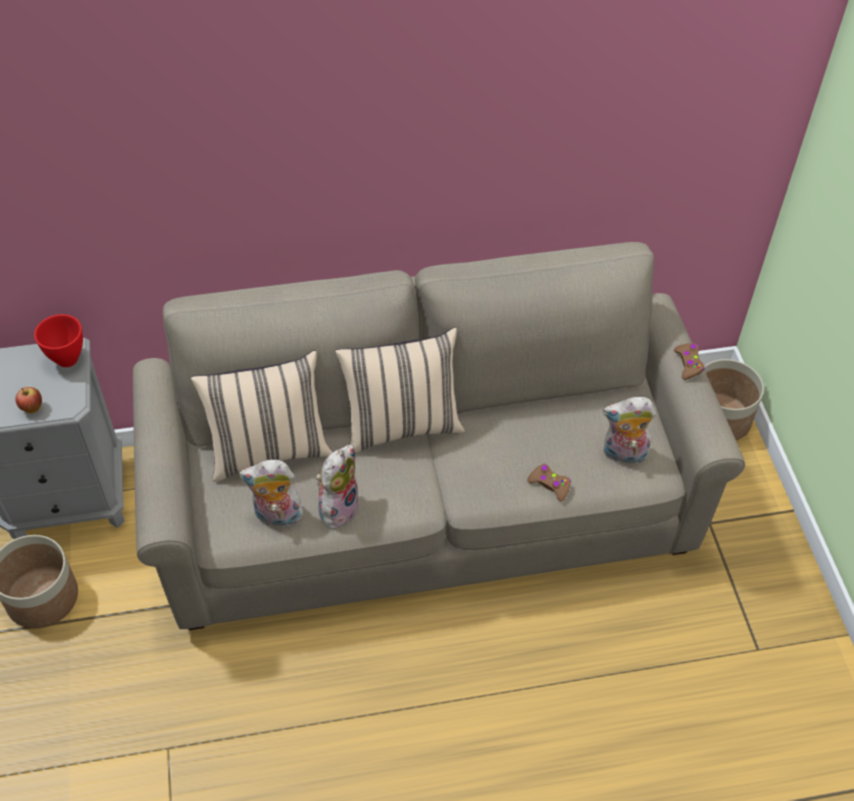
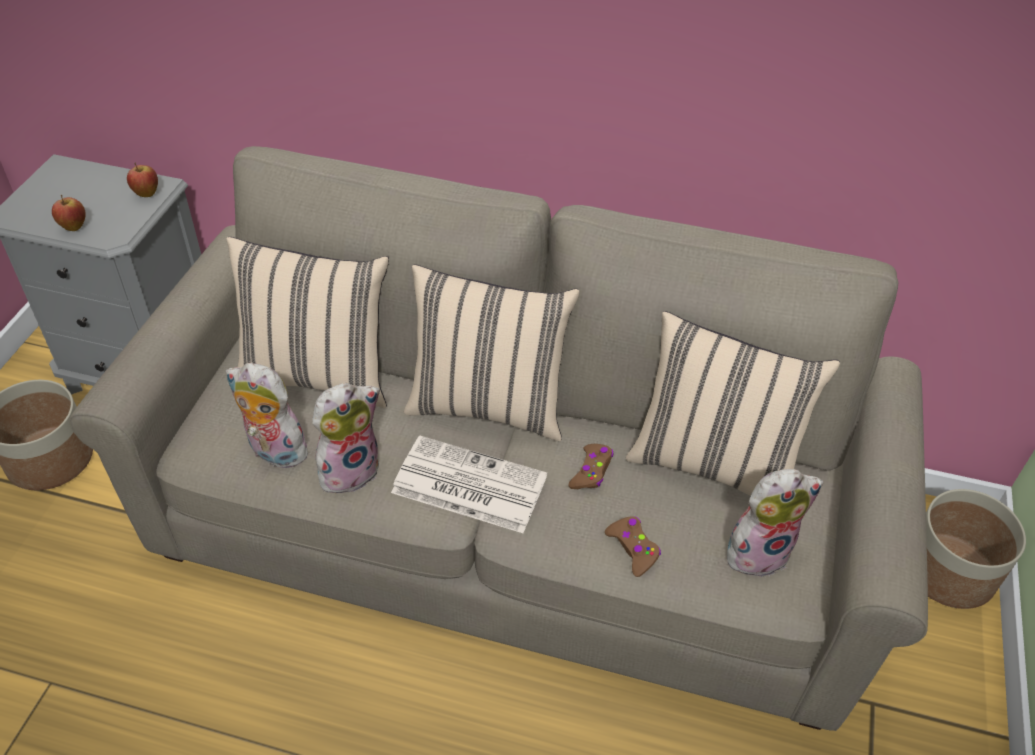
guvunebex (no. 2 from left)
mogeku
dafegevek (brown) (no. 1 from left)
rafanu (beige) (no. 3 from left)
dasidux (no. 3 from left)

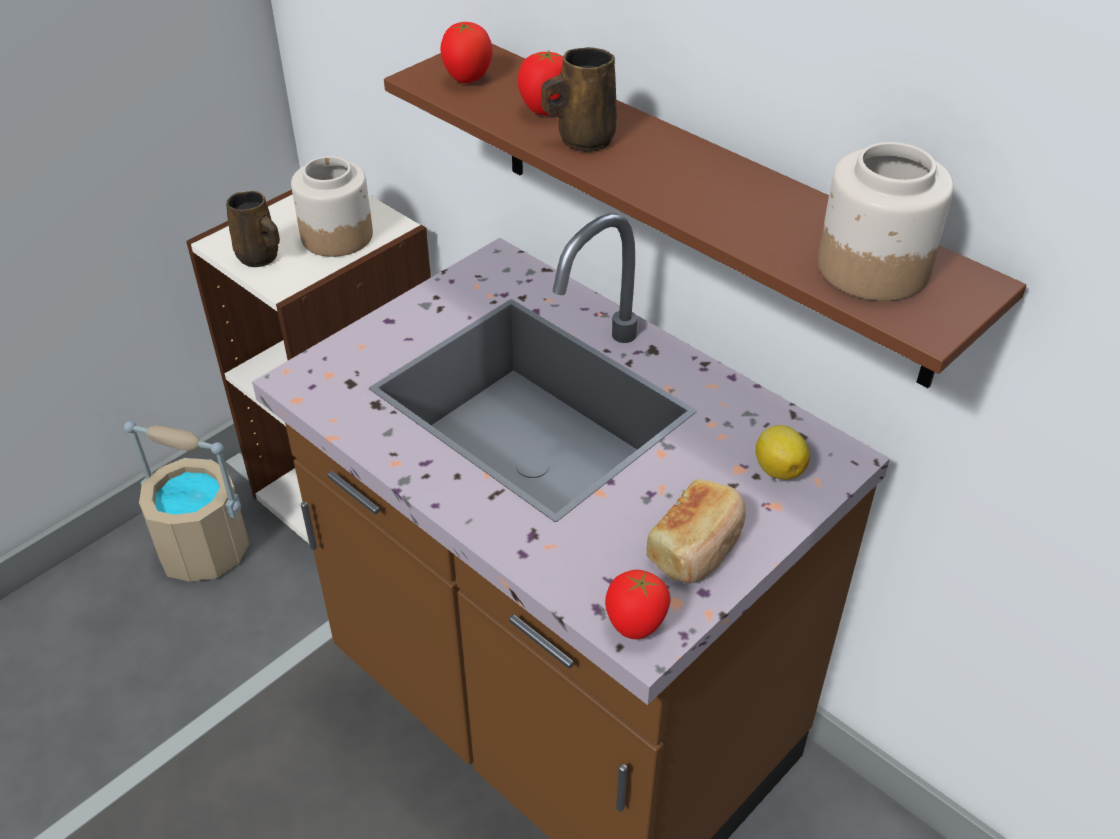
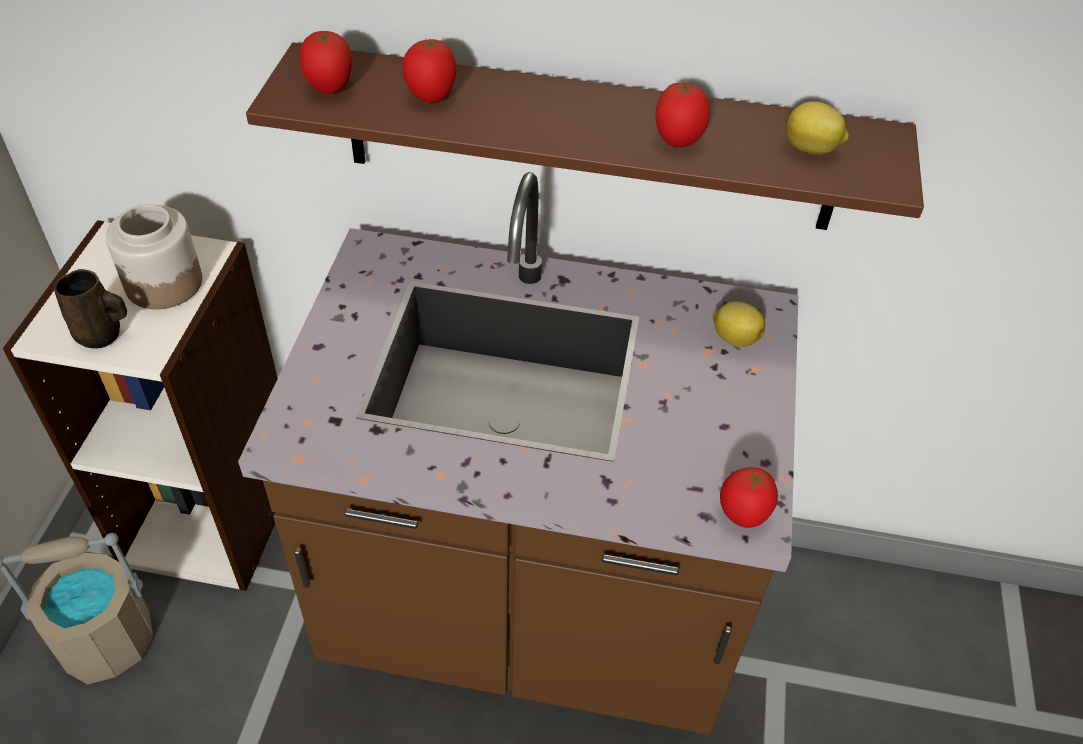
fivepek (no. 3 from left)
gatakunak (no. 2 from left)
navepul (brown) (no. 2 from left in the first image)
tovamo

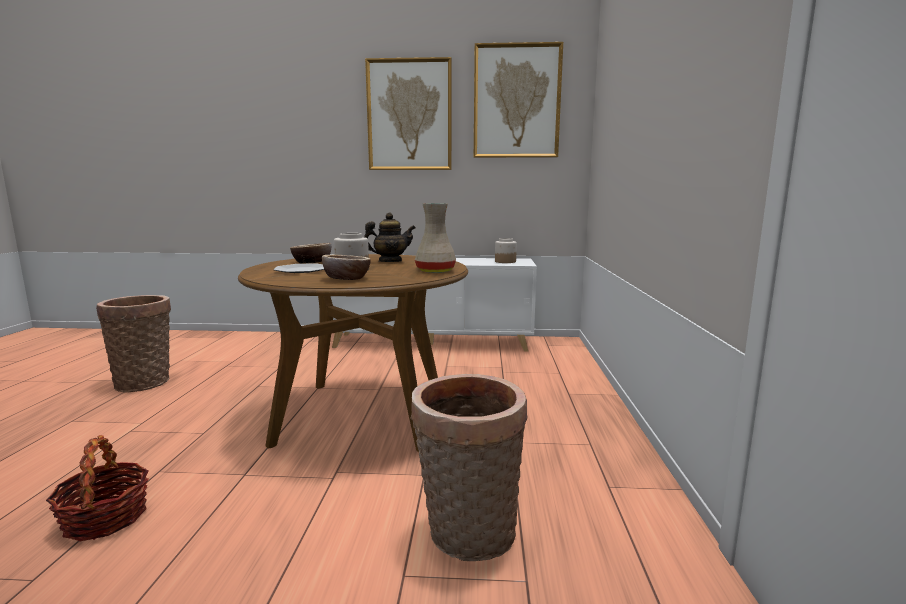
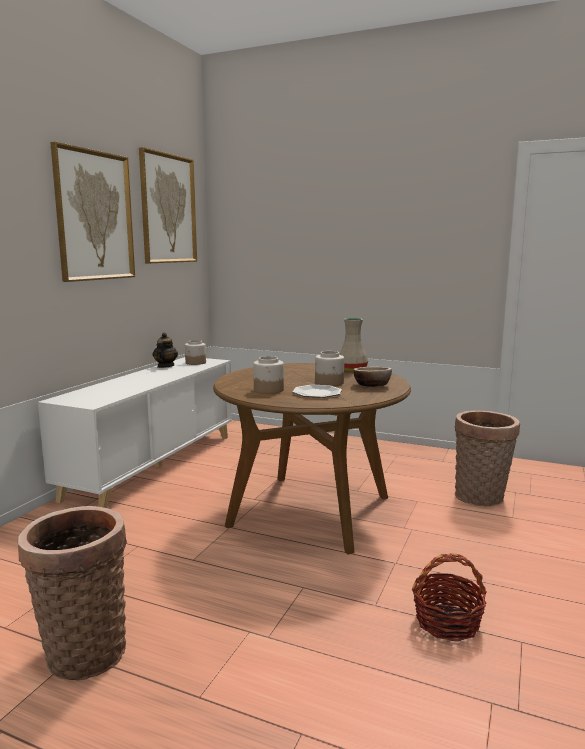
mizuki
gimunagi (no. 2 from left)

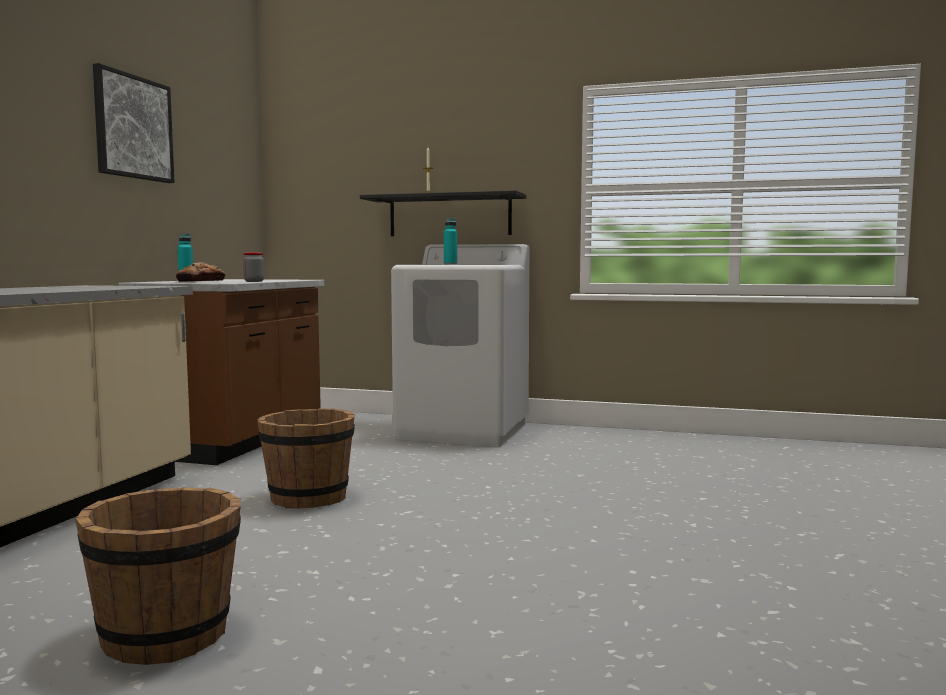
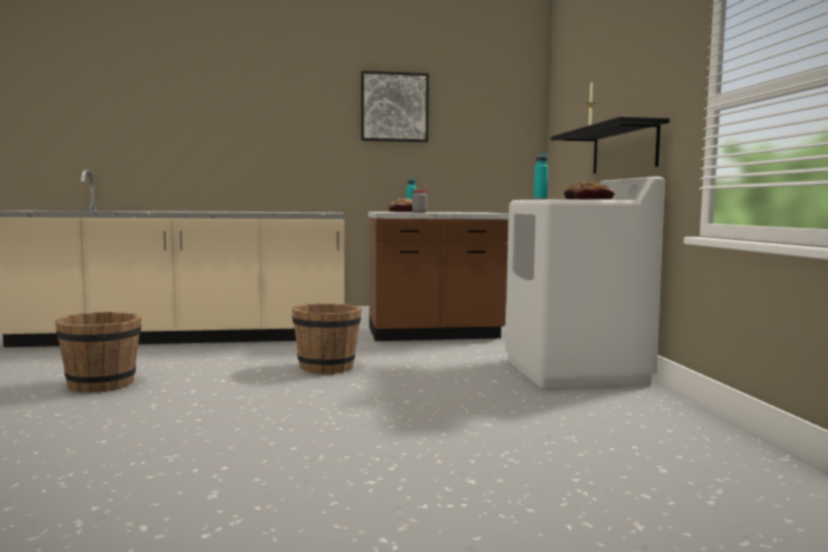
tovamo (no. 2 from left)

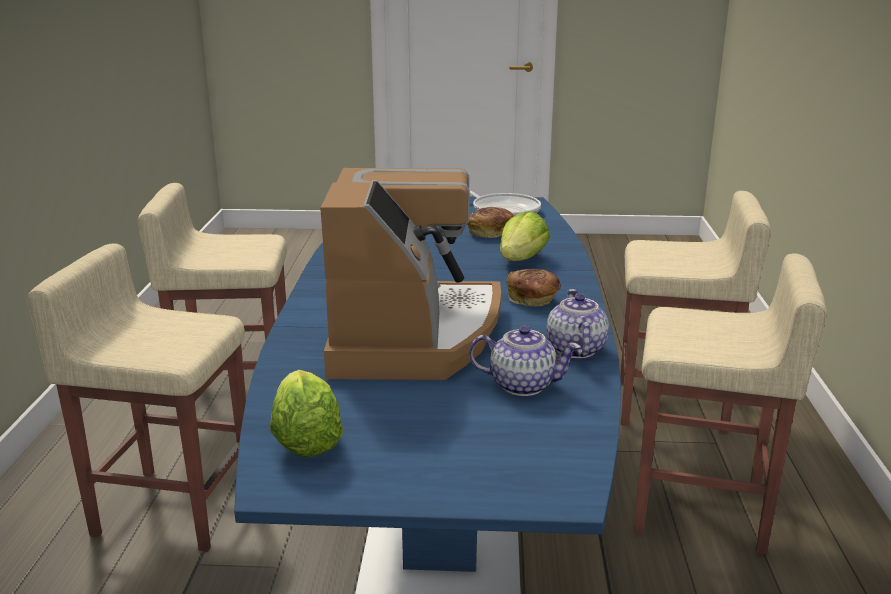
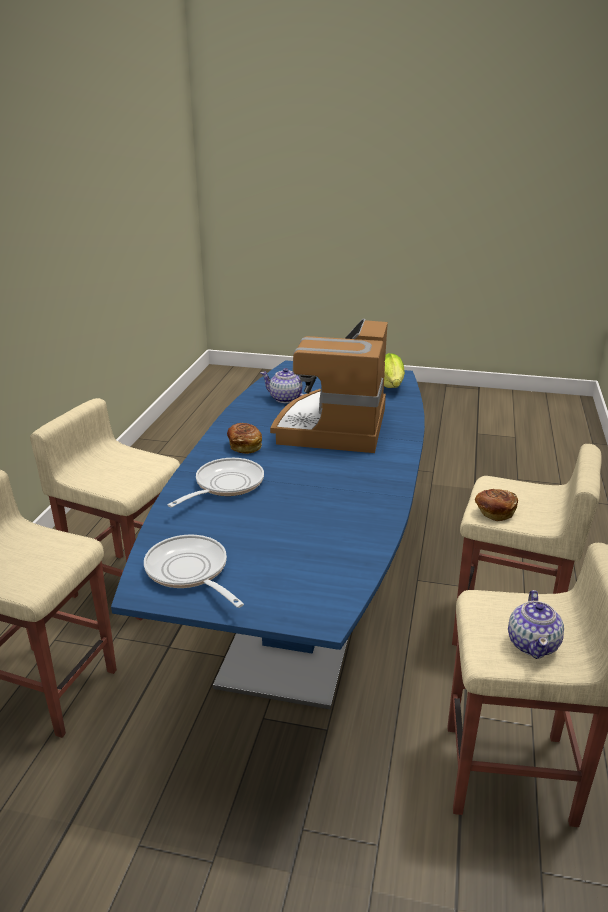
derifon (no. 2 from left)
tovamo (no. 2 from left)
mizuki (no. 2 from left)

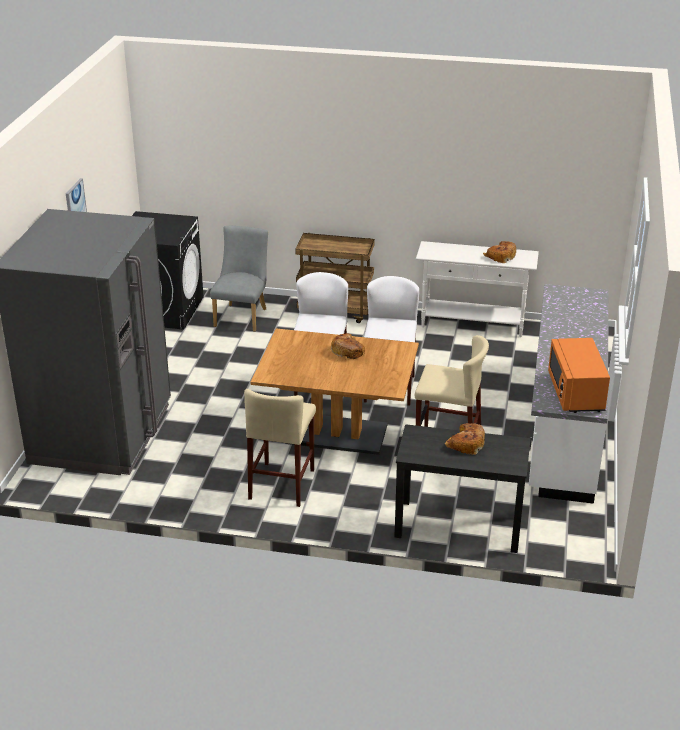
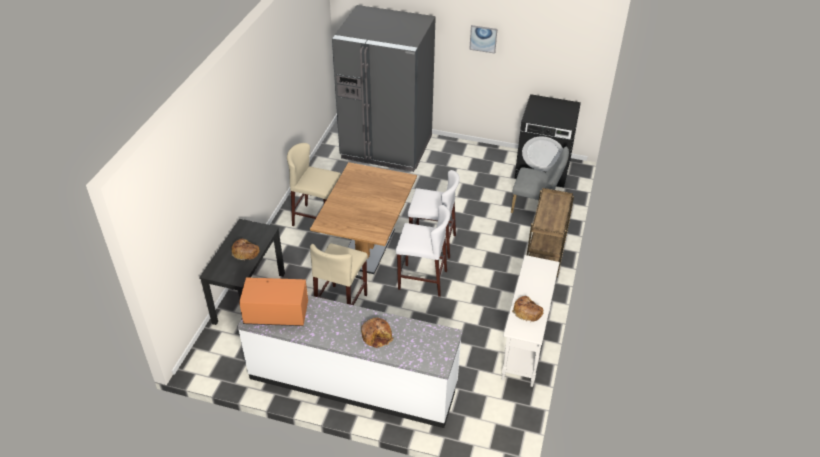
tovamo (no. 2 from left)

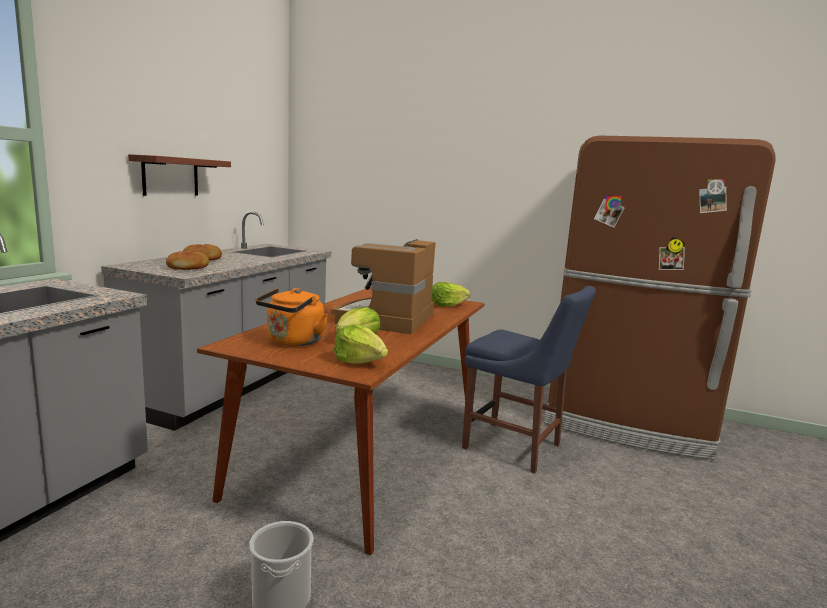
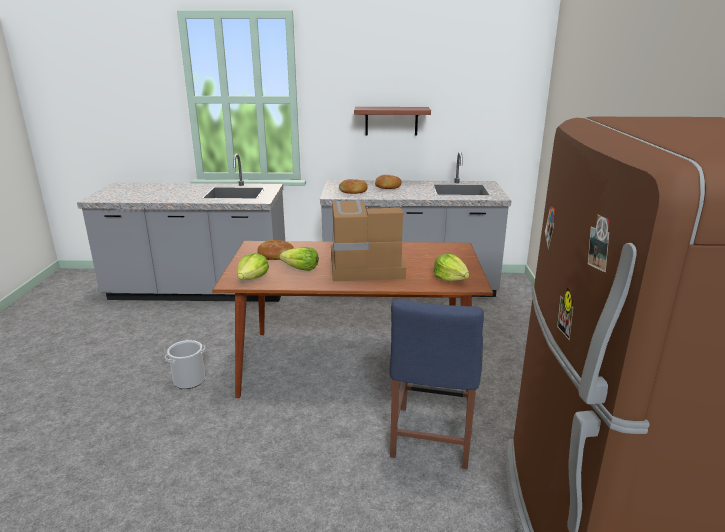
tovamo (no. 1 from left)

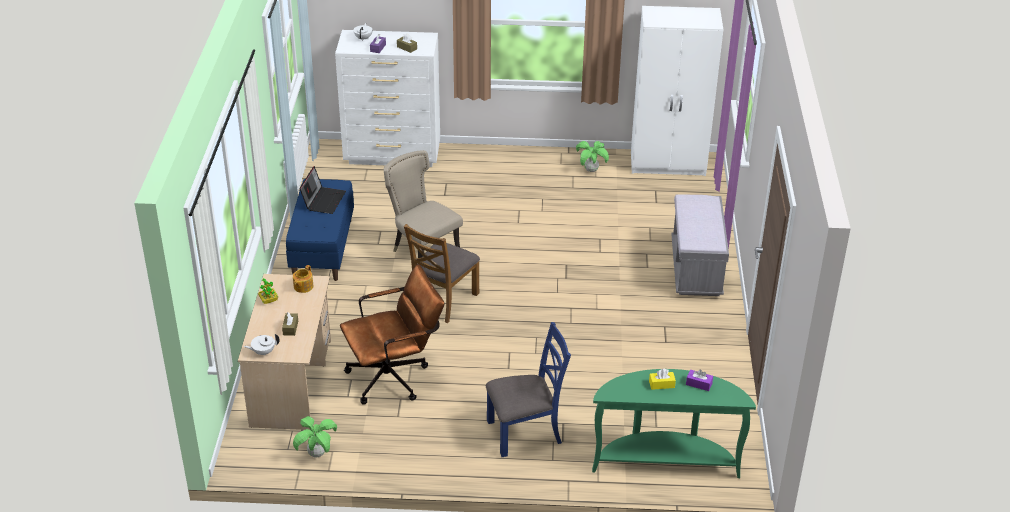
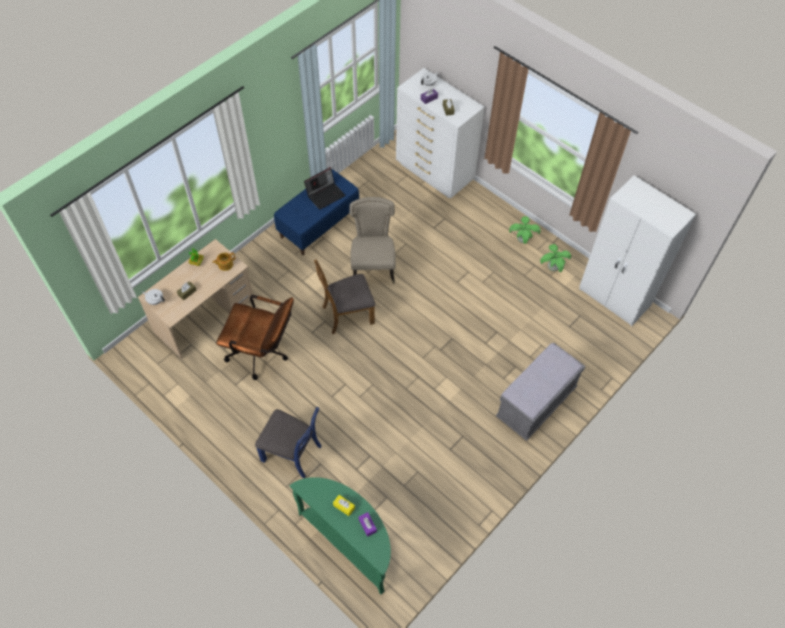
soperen (no. 2 from left)

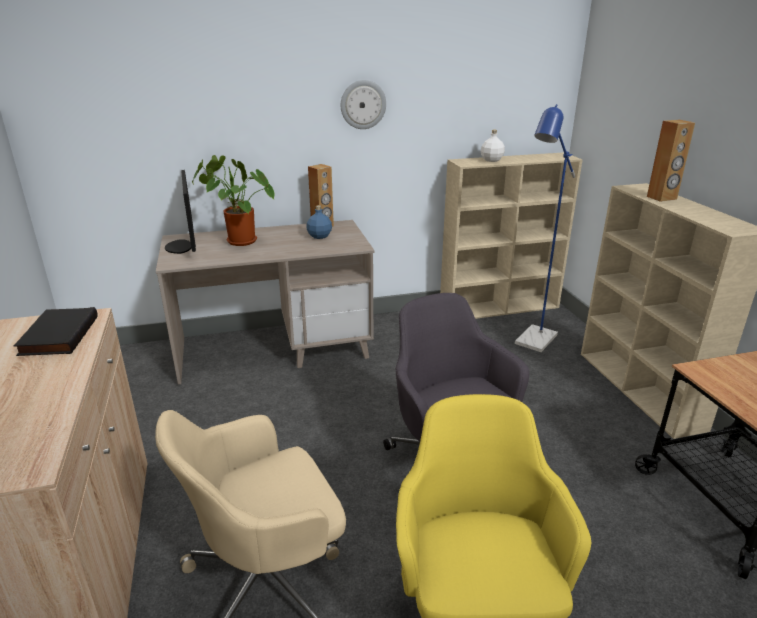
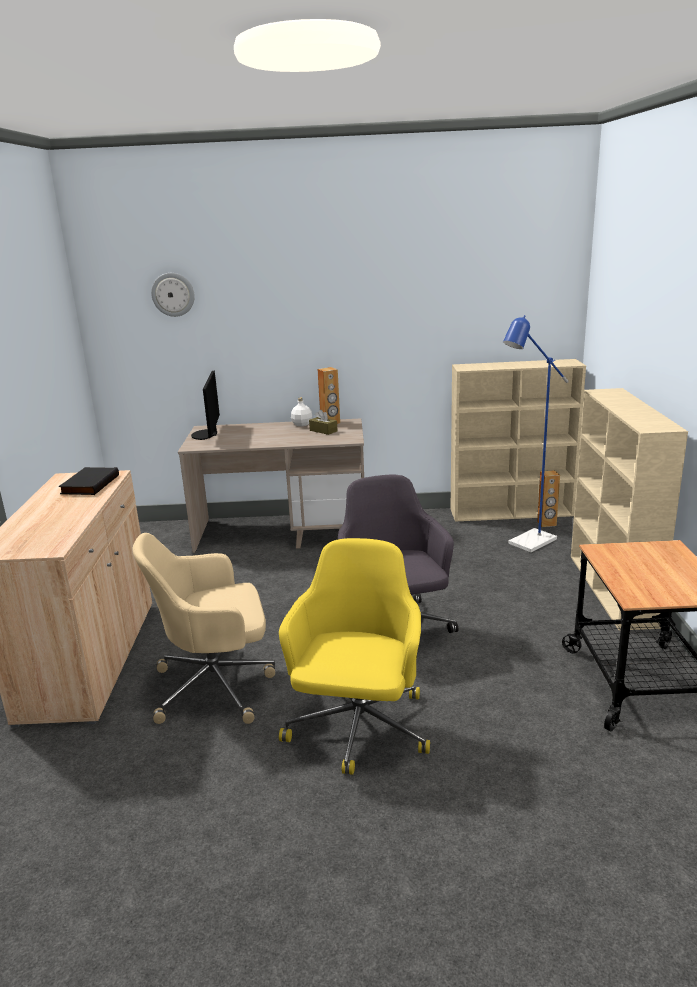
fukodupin
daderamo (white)
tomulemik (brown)
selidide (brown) (no. 2 from left)
soperen

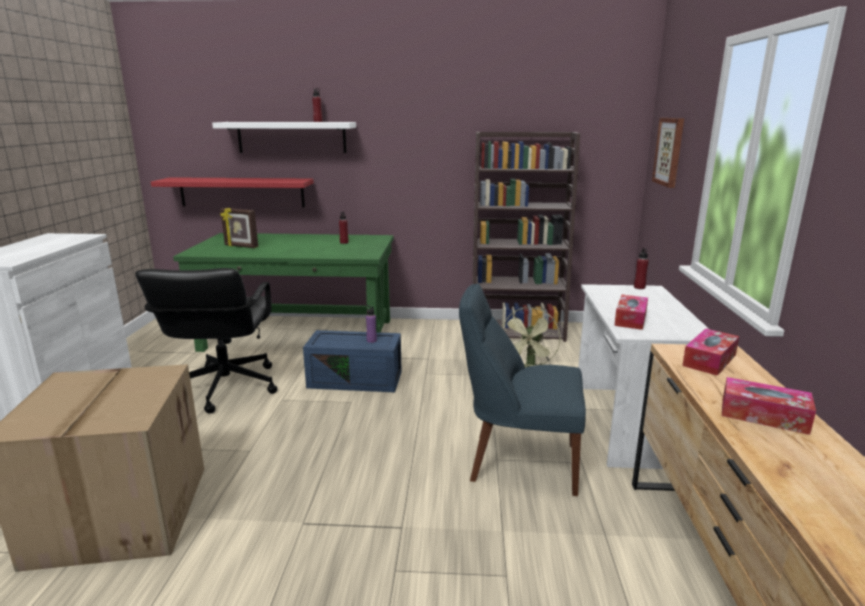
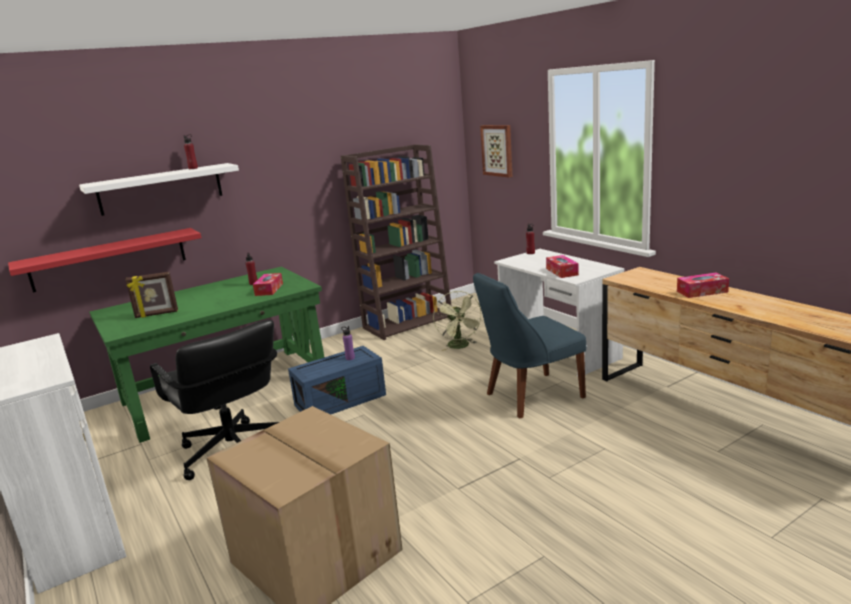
tomulemik (no. 1 from left)

